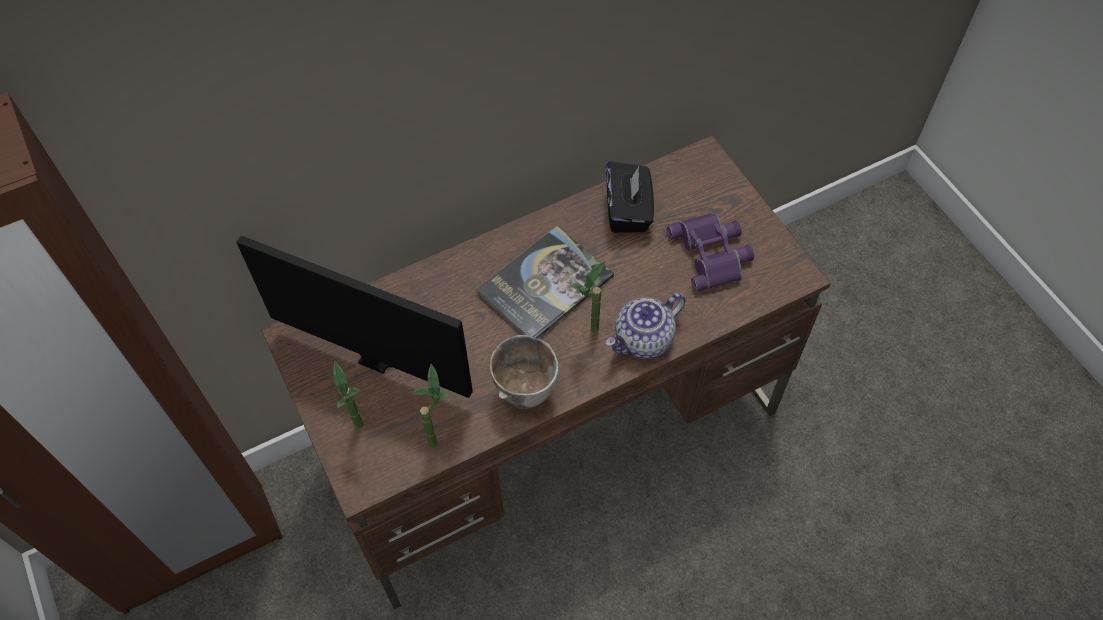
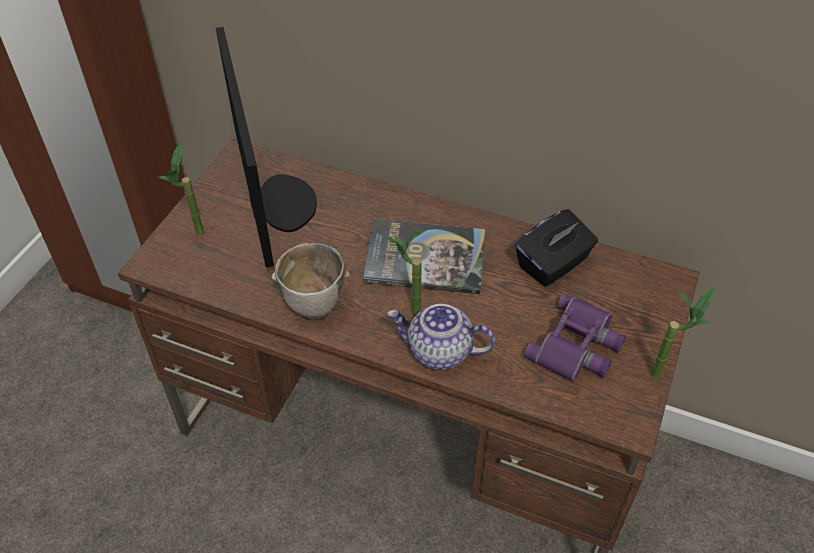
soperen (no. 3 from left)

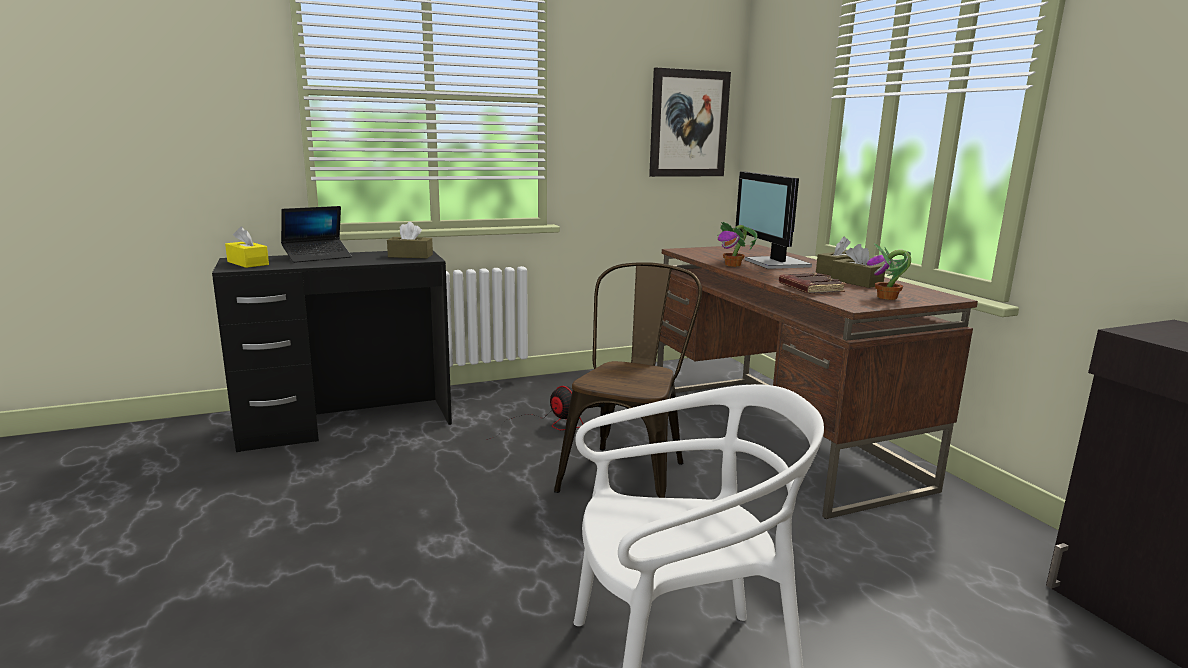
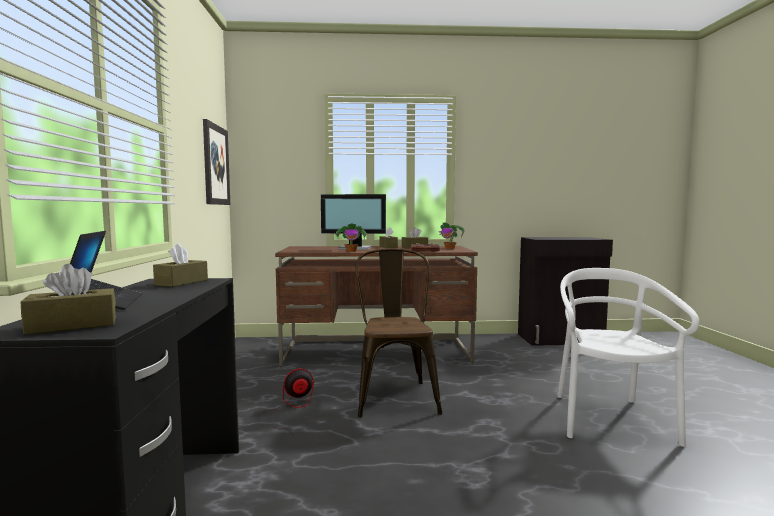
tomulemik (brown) (no. 1 from left)
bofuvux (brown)

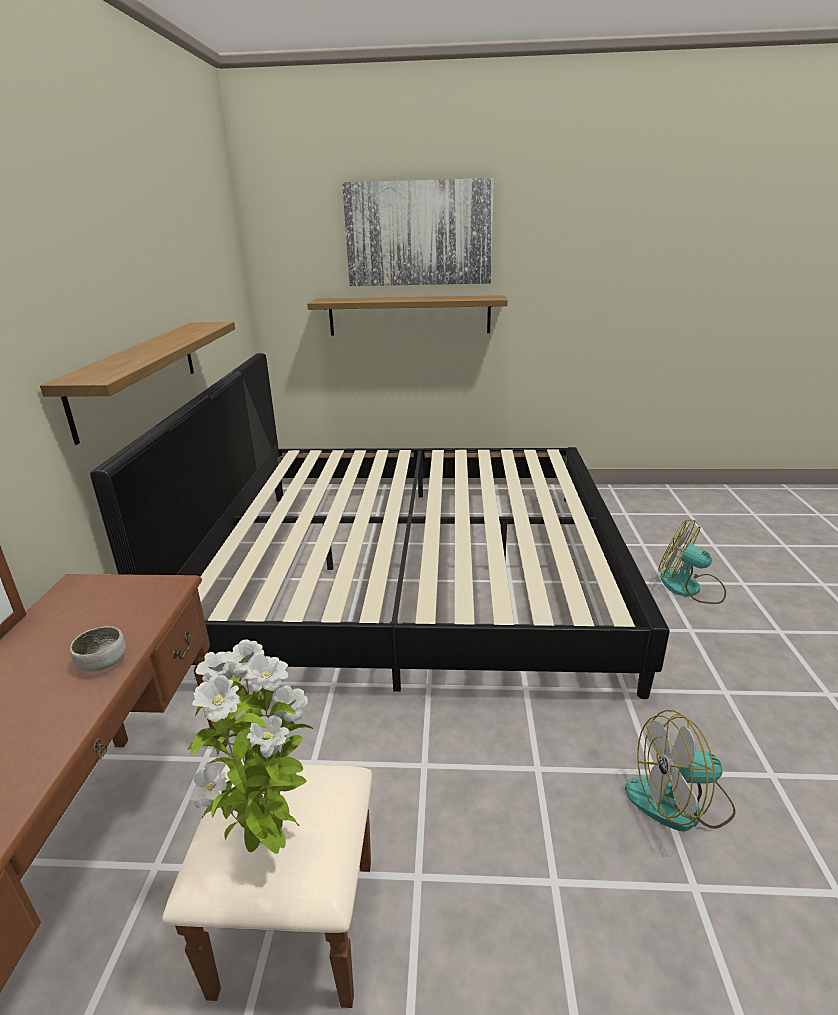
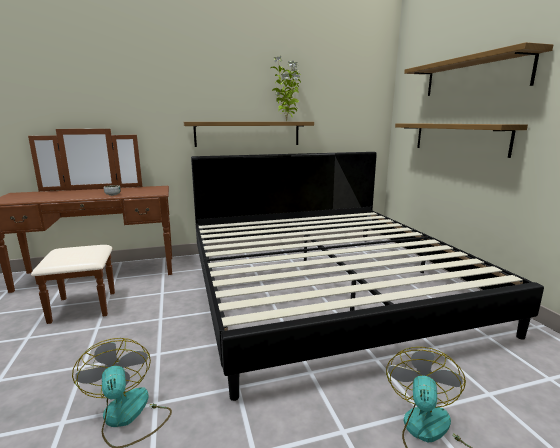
soperen
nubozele (no. 3 from left)

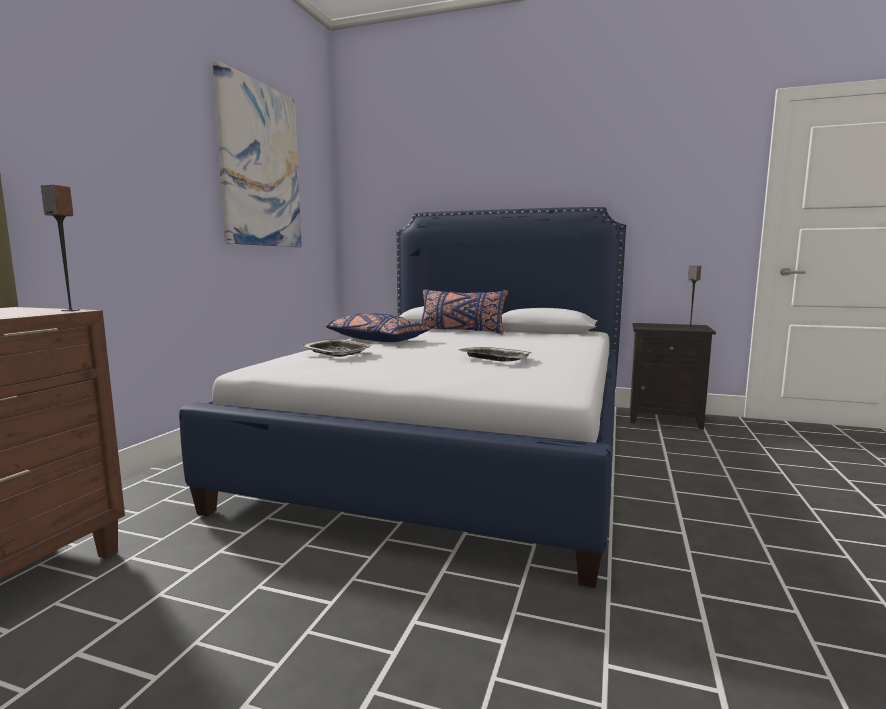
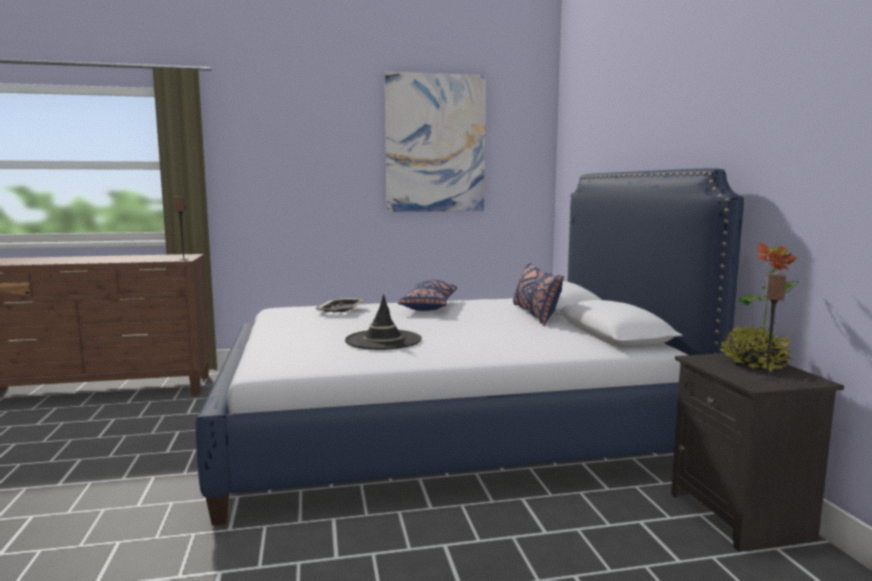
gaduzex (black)
soperen

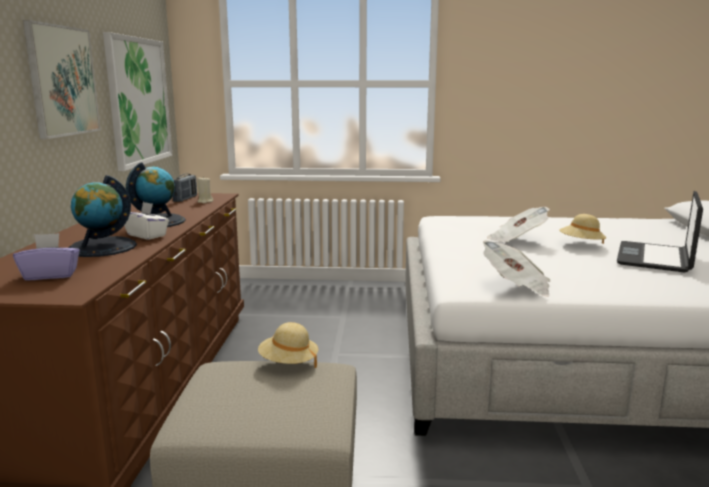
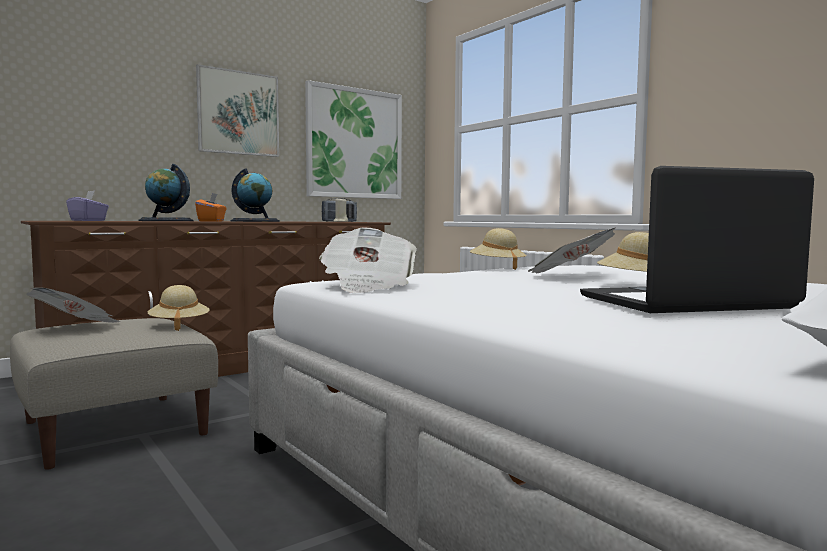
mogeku (no. 1 from left)
tomulemik (orange)
gaduzex (beige) (no. 2 from left)

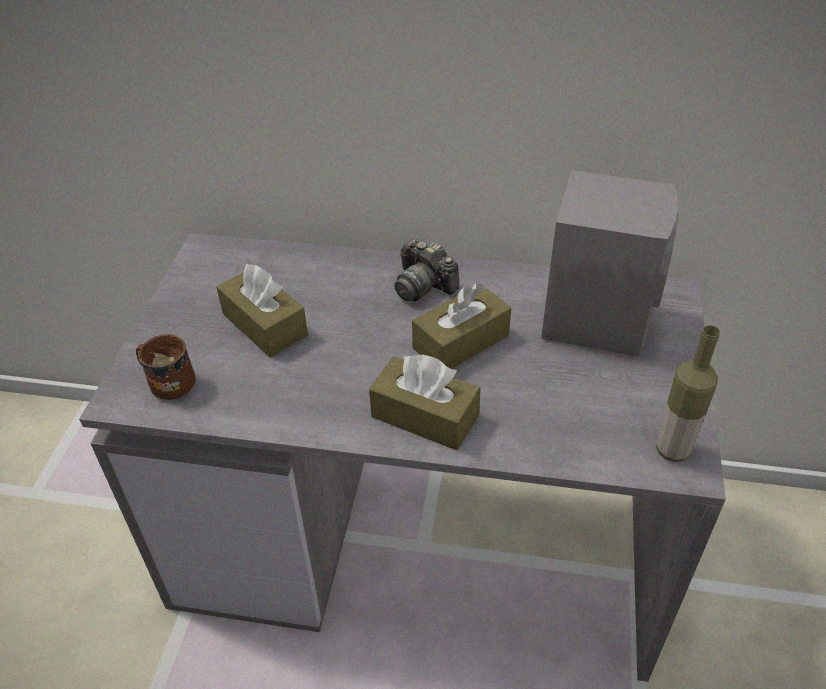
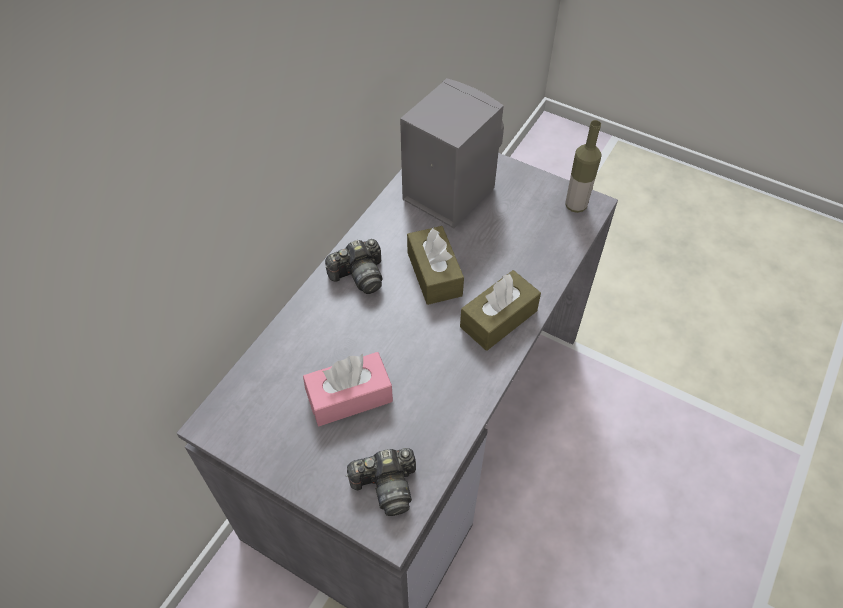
tomulemik (pink)
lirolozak (no. 2 from left)

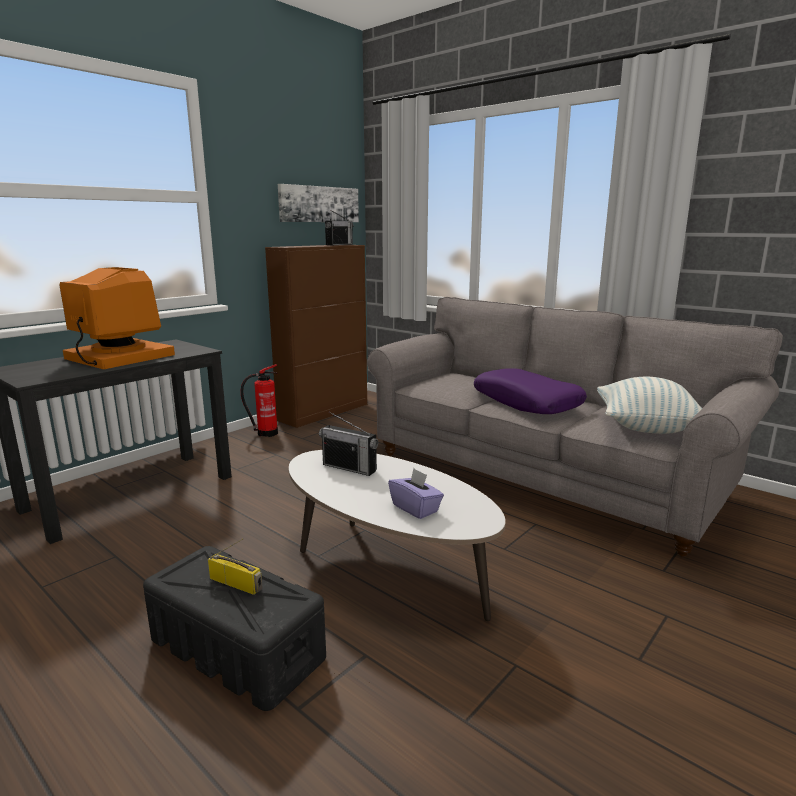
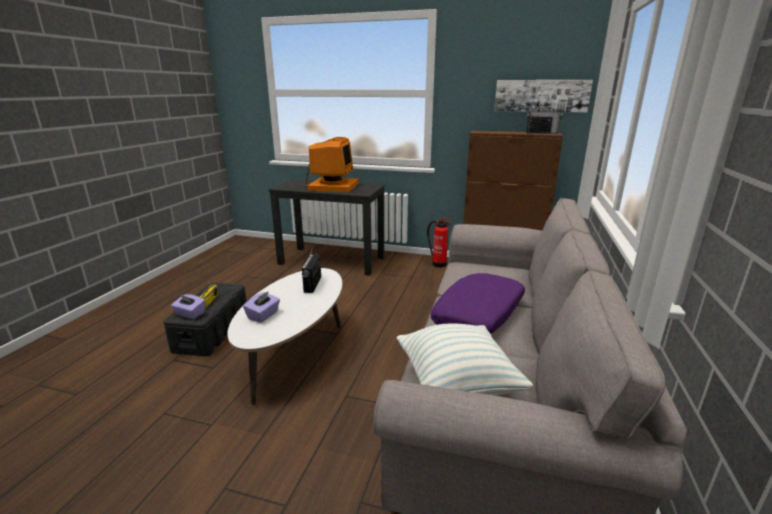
tomulemik (purple) (no. 1 from left)

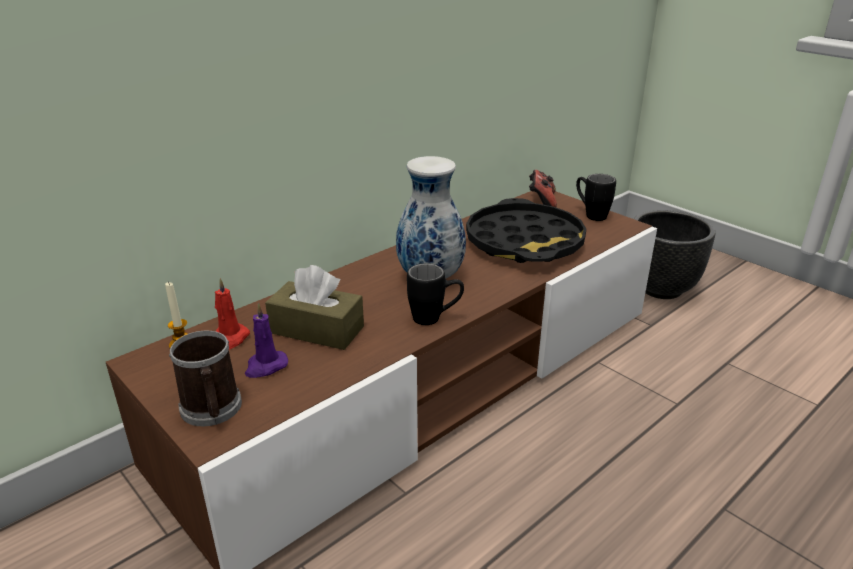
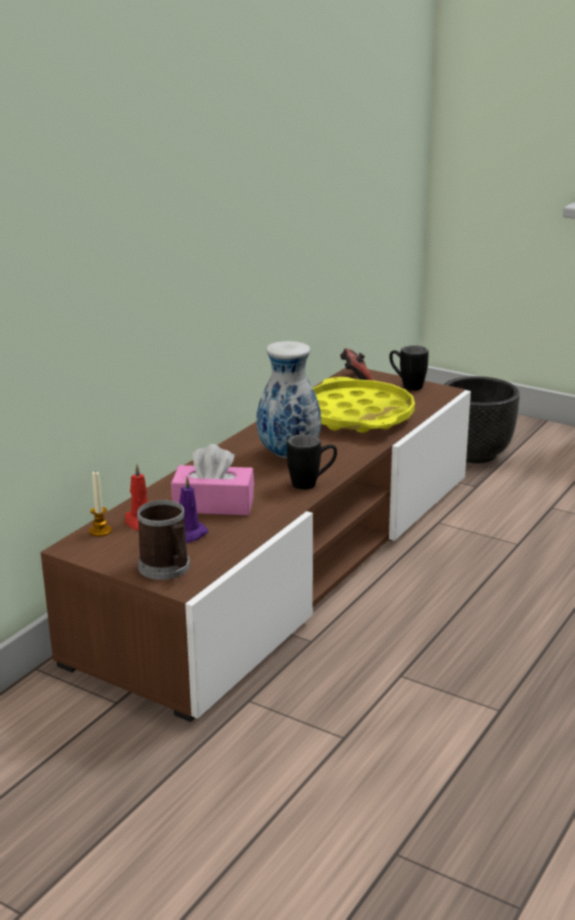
tomulemik (pink)
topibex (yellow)

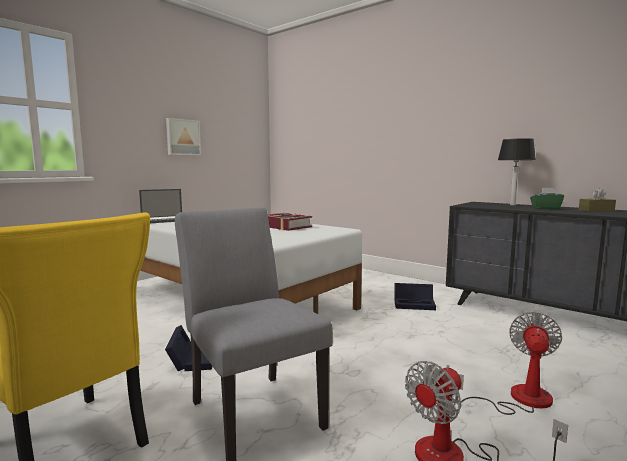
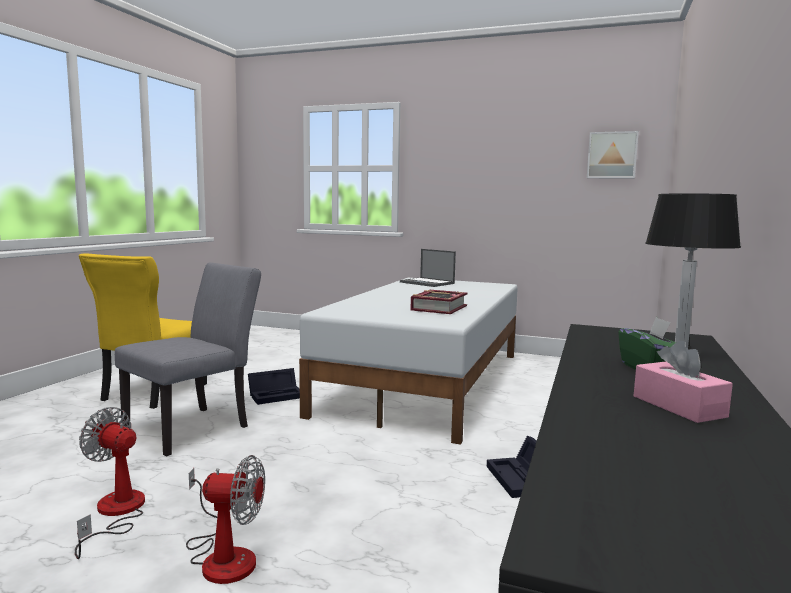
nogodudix
tomulemik (pink)

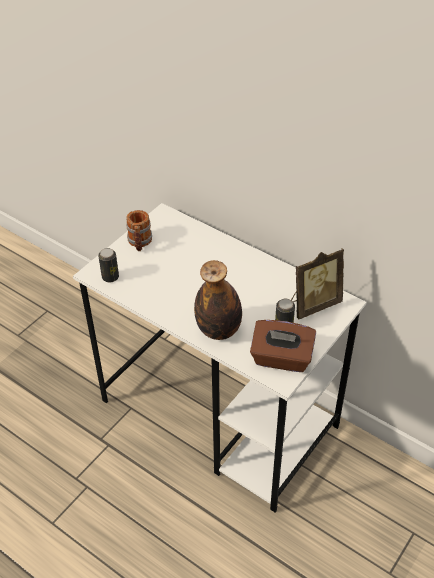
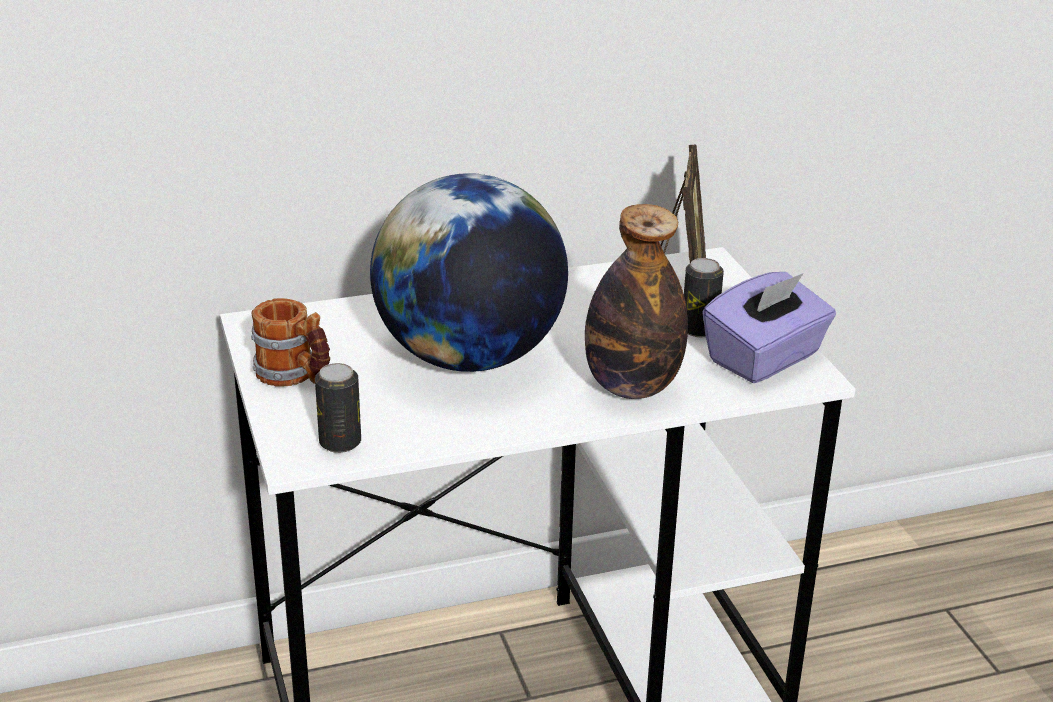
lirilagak
tomulemik (purple)

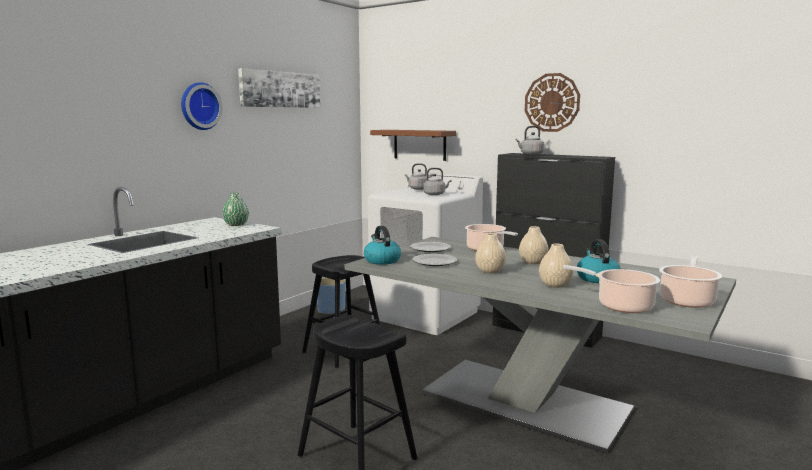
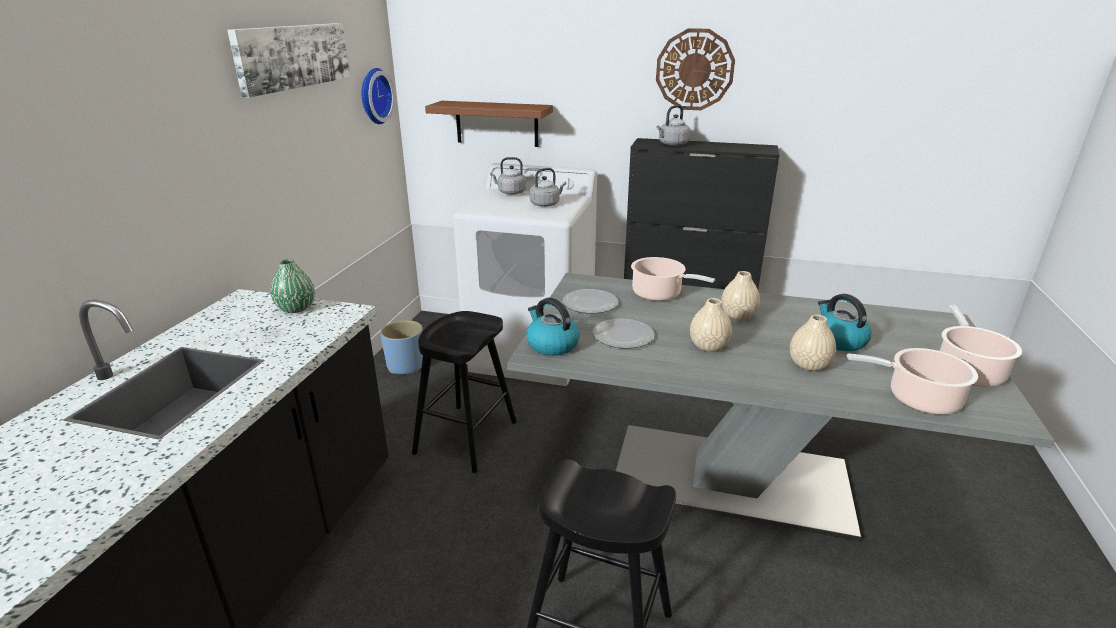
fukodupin (no. 1 from left)

